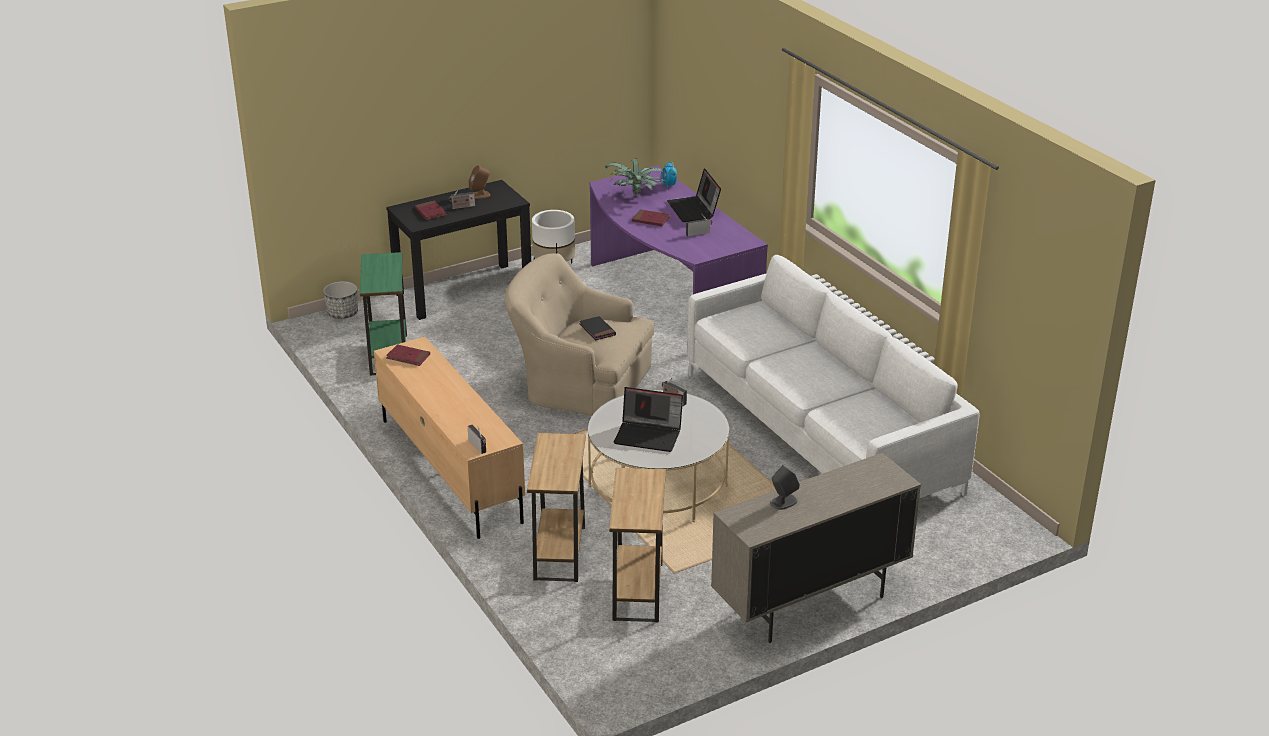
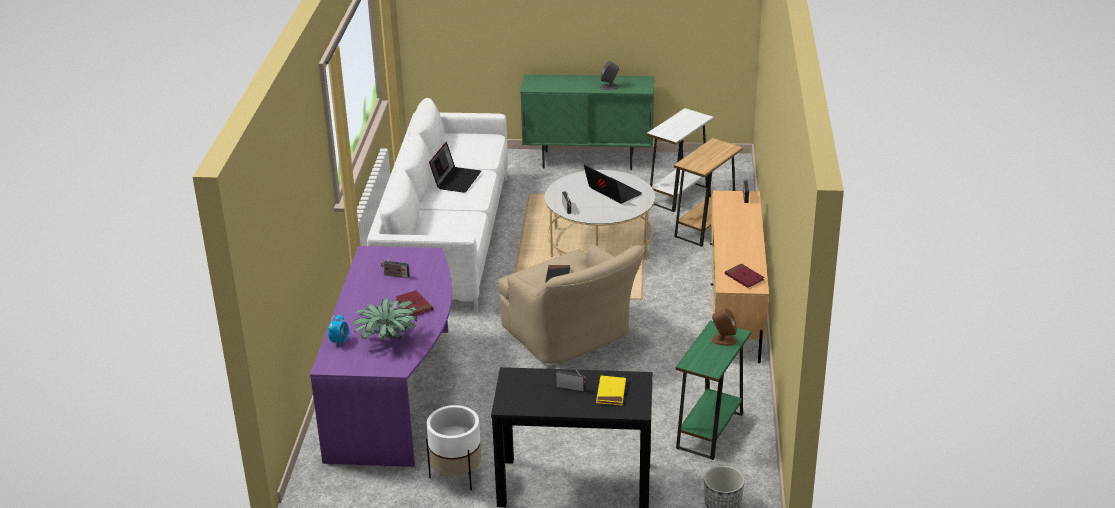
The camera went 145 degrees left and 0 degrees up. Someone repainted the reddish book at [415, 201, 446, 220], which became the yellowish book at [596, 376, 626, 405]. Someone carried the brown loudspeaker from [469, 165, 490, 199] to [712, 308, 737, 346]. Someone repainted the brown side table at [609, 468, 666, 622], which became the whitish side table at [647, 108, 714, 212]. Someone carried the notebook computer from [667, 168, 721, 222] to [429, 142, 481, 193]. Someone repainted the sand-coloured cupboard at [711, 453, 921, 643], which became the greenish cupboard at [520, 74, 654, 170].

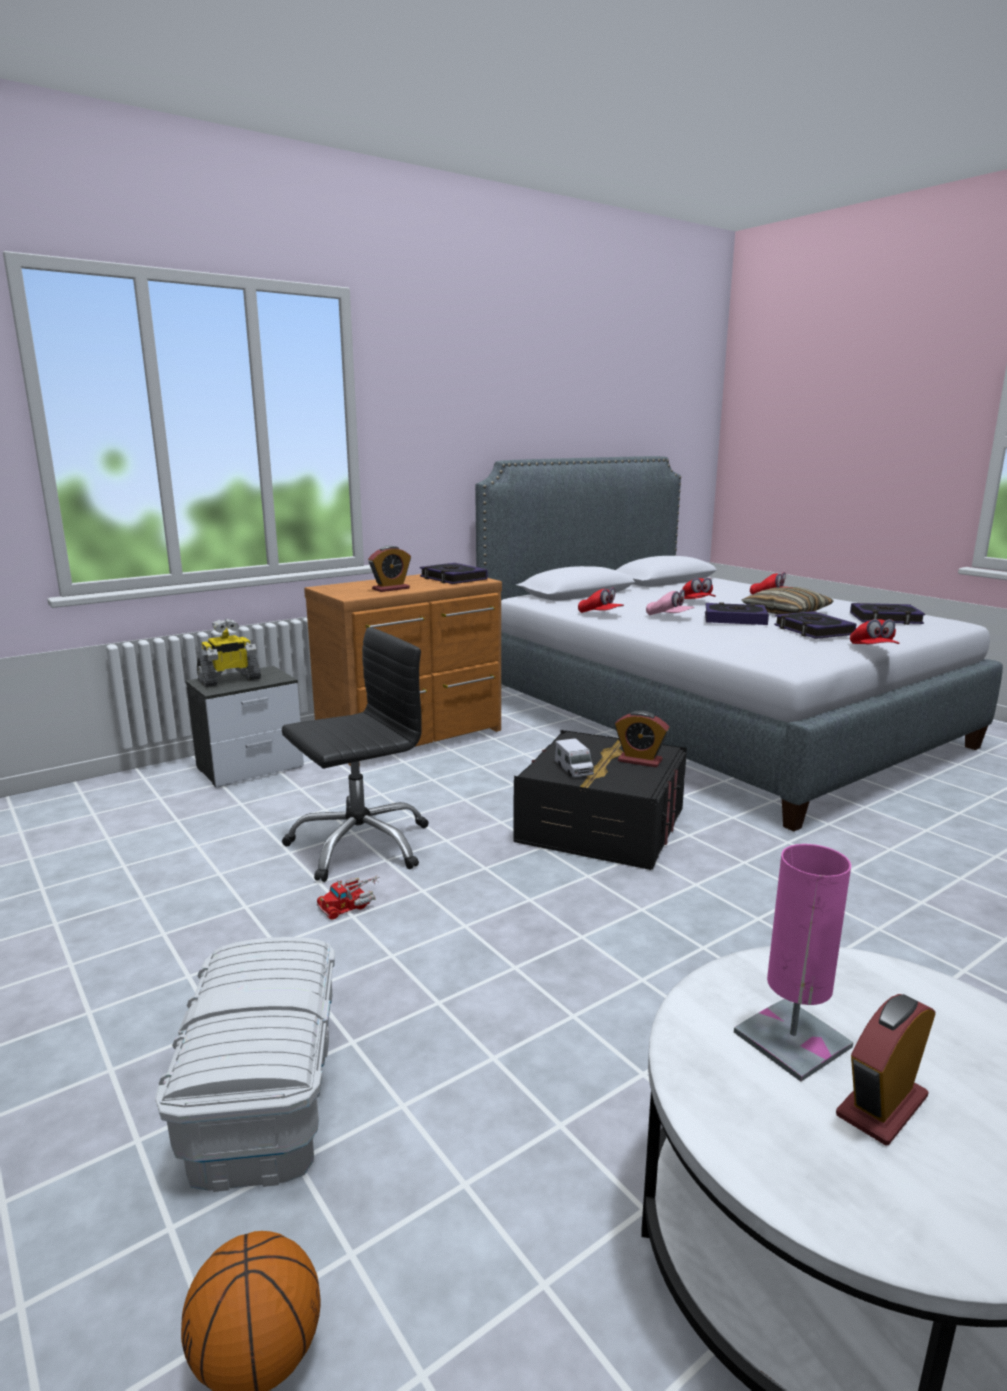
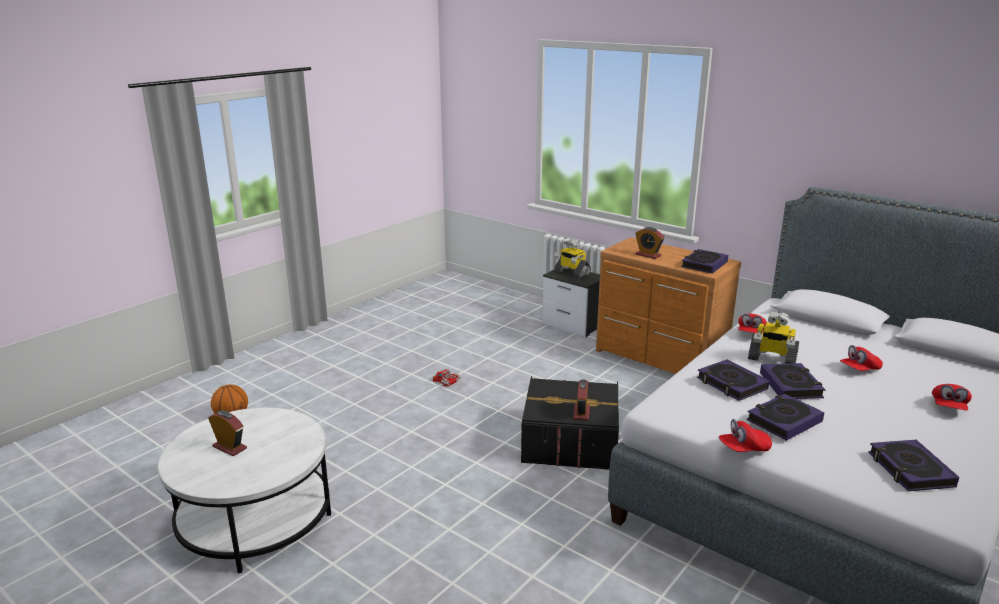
The camera went 75 degrees right and 5 degrees up. Someone took away the whitish storage bin at [155, 937, 335, 1192]. Someone took away the black-coloured computer chair at [282, 627, 428, 882]. Someone took away the model truck at [555, 738, 594, 778]. Someone swapped the pinkish cap at [646, 589, 695, 616] for the toy robot at [748, 311, 799, 364]. Someone took away the pinkish table lamp at [734, 844, 853, 1082]. Someone took away the throw pillow at [741, 587, 834, 614]. Someone put down the book at [697, 359, 770, 401].

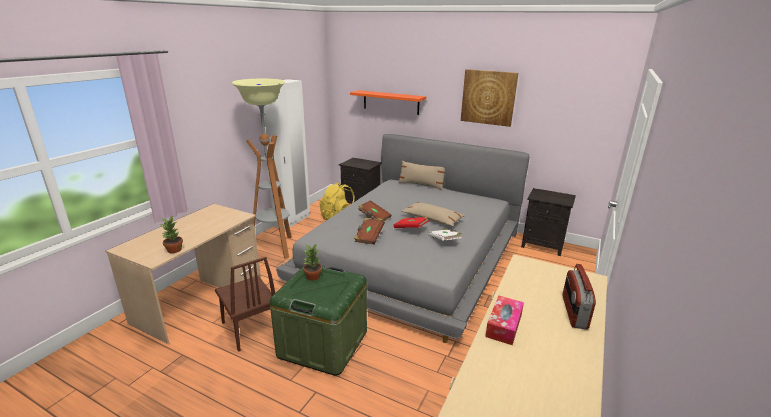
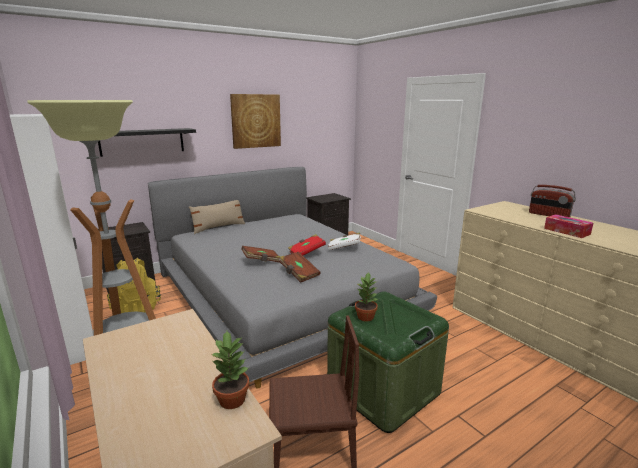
The camera went 60 degrees left and 5 degrees down. Someone repainted the orangey bracket shelf at [350, 90, 426, 115], which became the black-coloured bracket shelf at [98, 128, 196, 157]. Someone took away the sand-coloured throw pillow at [401, 202, 465, 226].

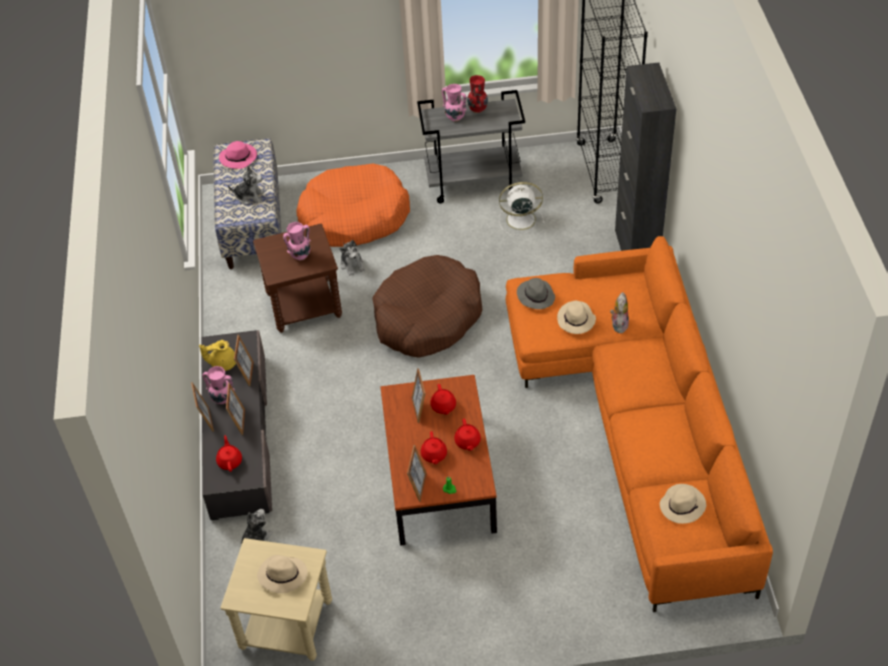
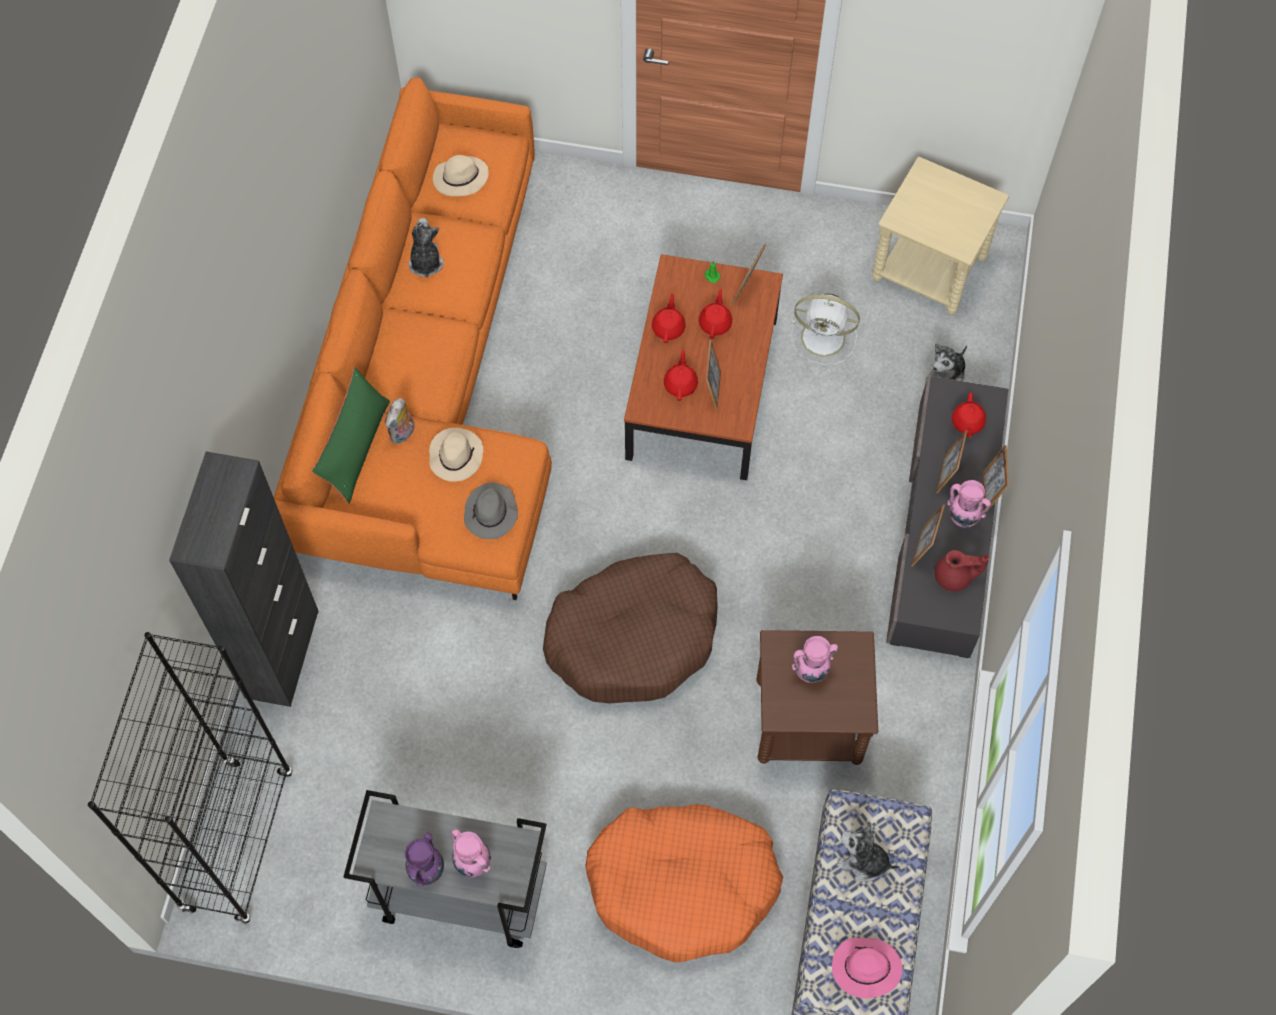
The camera went 165 degrees left and 15 degrees up. Someone repainted the yellowish tea pot at [199, 340, 236, 371], which became the reddish tea pot at [935, 550, 989, 592]. Someone took away the sand-coloured hat at [257, 555, 308, 593]. Someone carried the plush toy from [339, 240, 365, 276] to [408, 218, 444, 278]. Someone repainted the reddish decorative vase at [467, 75, 488, 113], which became the purplish decorative vase at [405, 832, 444, 887]. Someone carried the whitish fan from [499, 182, 545, 235] to [791, 293, 860, 365]. Someone put down the greenish throw pillow at [312, 367, 390, 504].

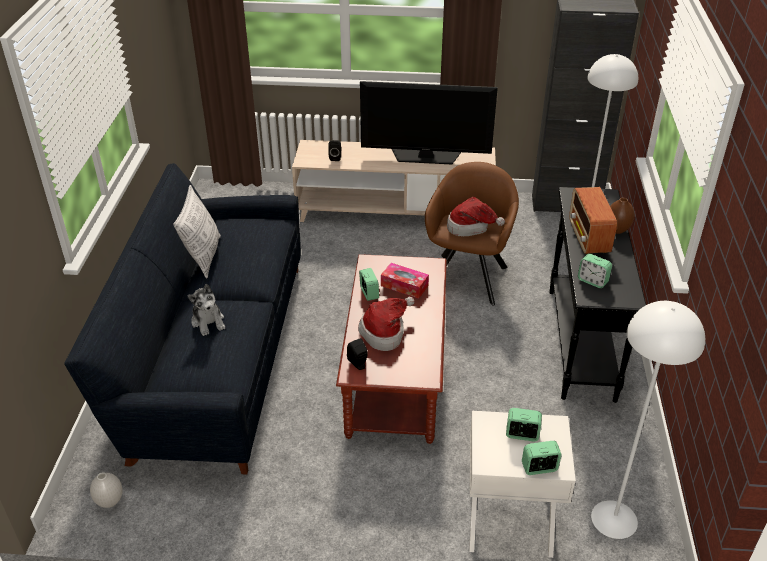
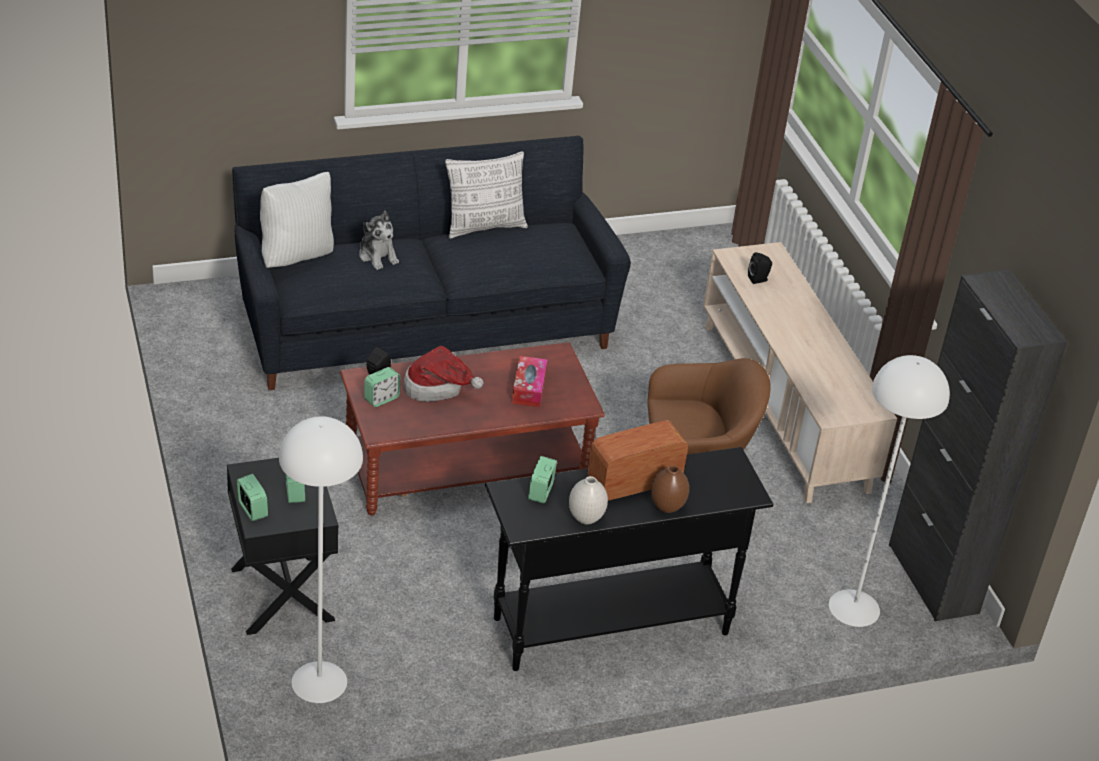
The camera went 65 degrees right and 0 degrees up. Someone carried the whitish decorative vase from [90, 472, 122, 508] to [569, 476, 608, 524]. Someone rotated the plush toy at [188, 284, 225, 336] by 75 degrees counterclockwise. Someone carried the alarm clock from [359, 268, 379, 301] to [364, 367, 400, 407]. Someone took away the television at [360, 81, 498, 164]. Someone took away the hat at [447, 197, 505, 236]. Someone repainted the whitish bedside table at [470, 411, 576, 558], which became the black-coloured bedside table at [227, 458, 338, 635]. Someone put down the whitish throw pillow at [260, 172, 334, 268].

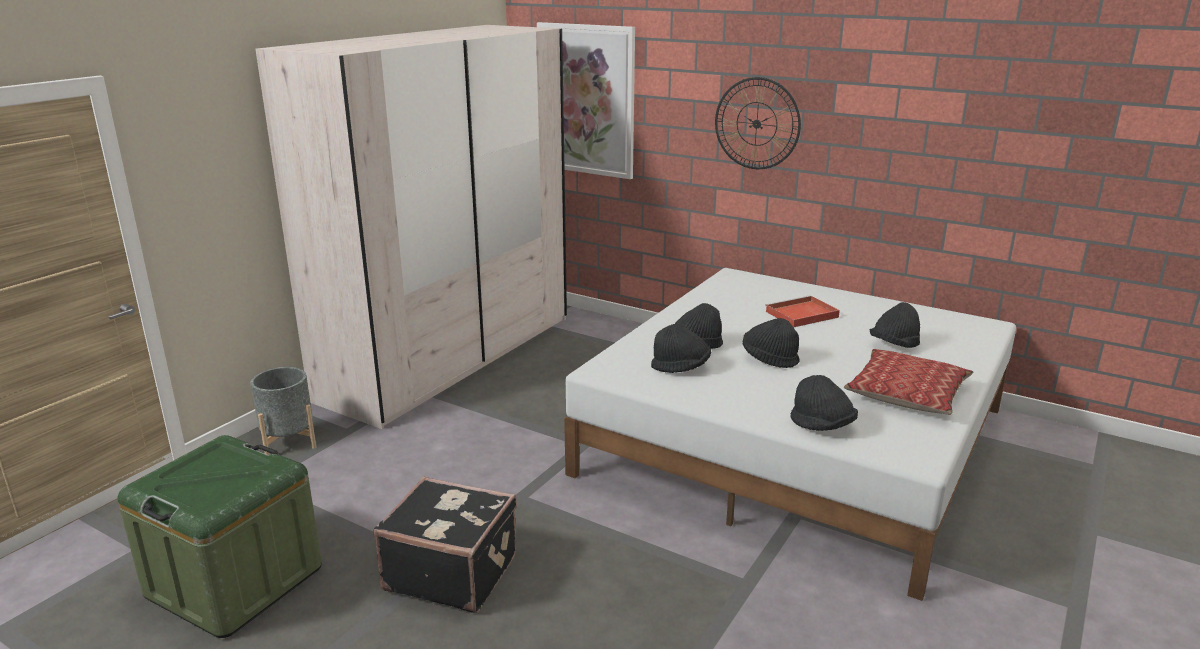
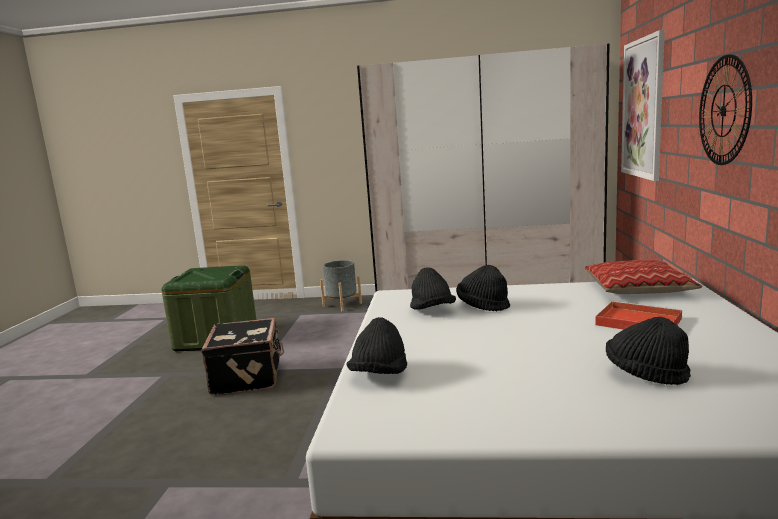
The camera went 65 degrees right and 10 degrees down. Someone took away the black-coloured hat at [743, 318, 800, 368]. Someone carried the throw pillow from [844, 349, 973, 415] to [584, 260, 703, 294].

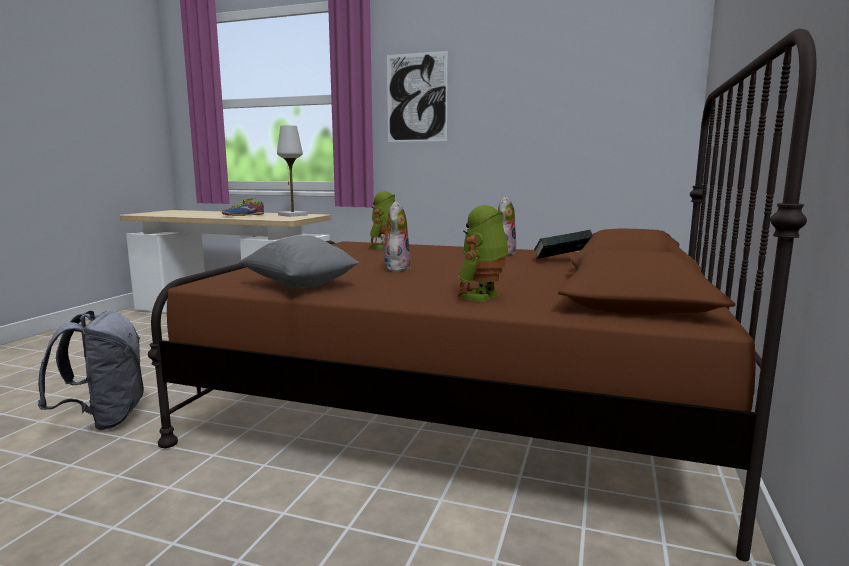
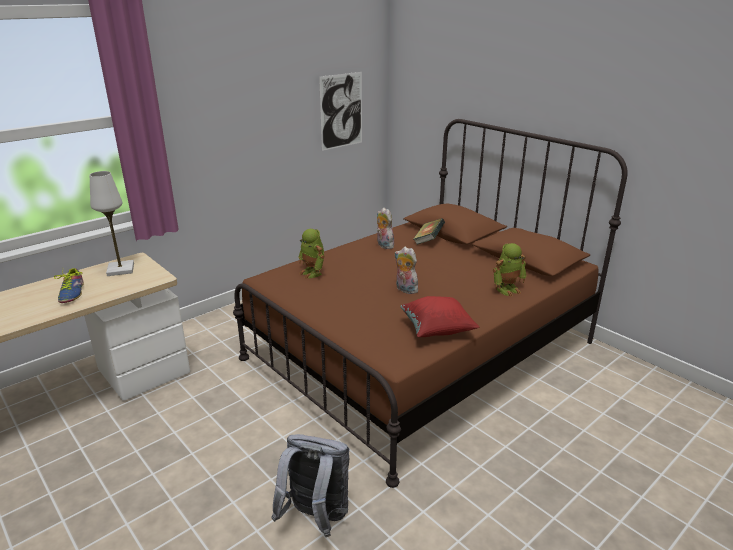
The camera went 60 degrees left and 15 degrees up. Someone repainted the greyish throw pillow at [239, 235, 359, 288], which became the reddish throw pillow at [400, 296, 479, 337]. Someone carried the wall art from [387, 51, 448, 142] to [319, 72, 362, 151]. Someone rotated the toy robot at [456, 205, 509, 302] by 90 degrees counterclockwise.

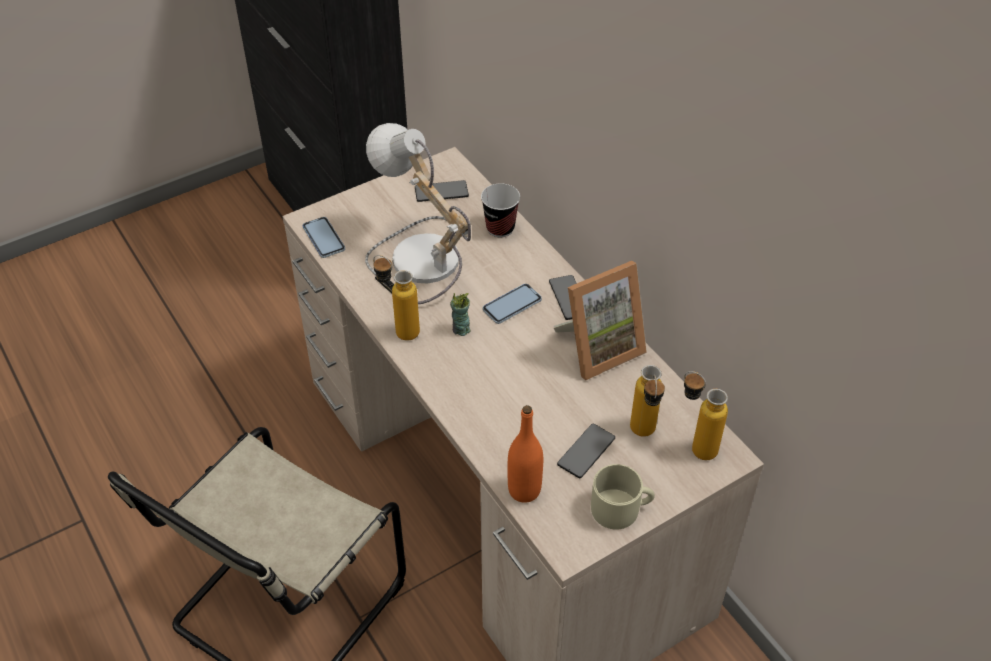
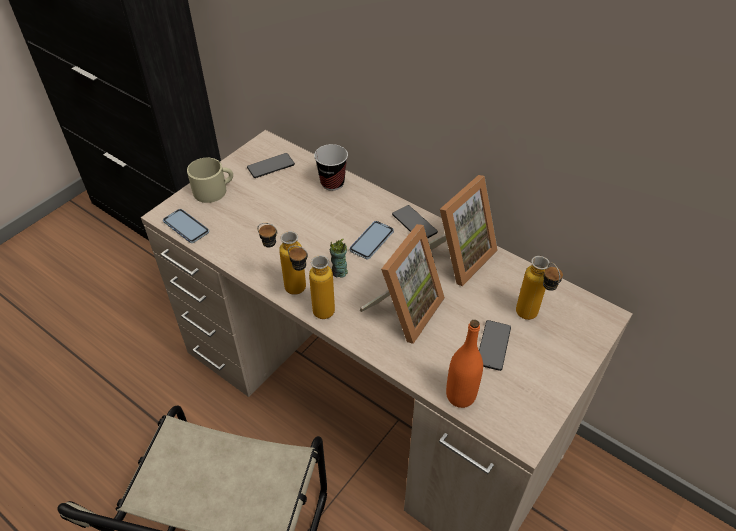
The camera went 20 degrees left and 0 degrees up. Someone took away the table lamp at [365, 123, 471, 304]. Someone carried the sand-coloured coffee mug from [591, 464, 655, 530] to [187, 158, 233, 203]. Someone carried the beverage bottle from [684, 371, 728, 460] to [288, 245, 335, 319]. Someone put down the picture frame at [360, 224, 445, 344].

